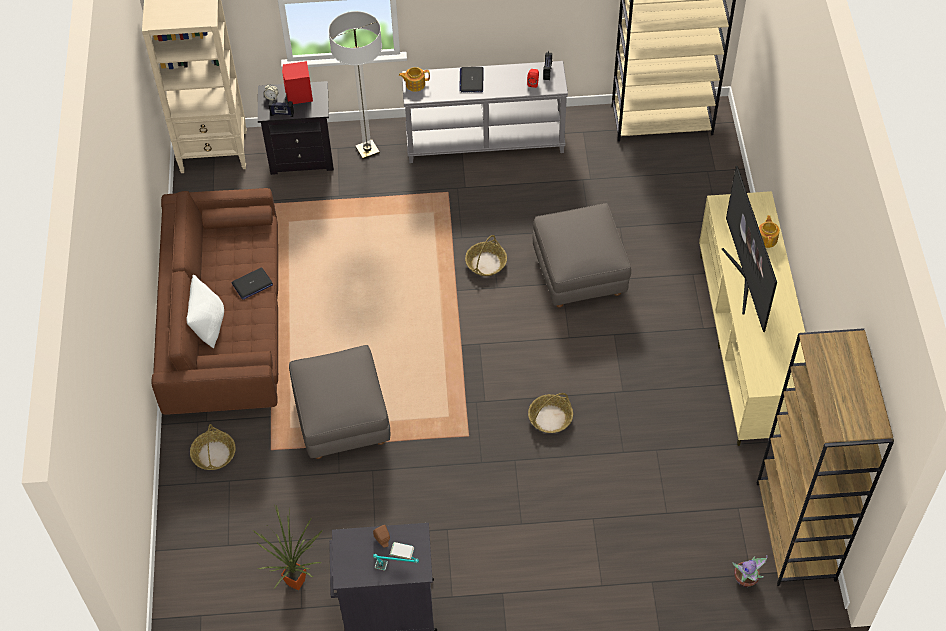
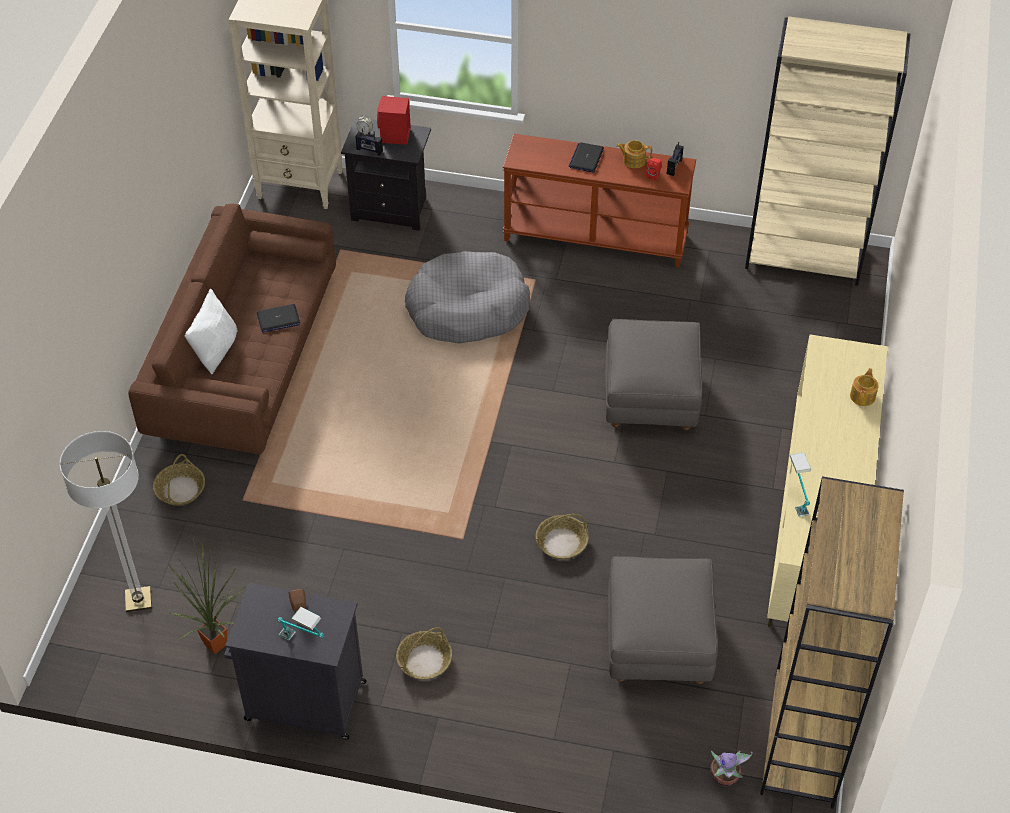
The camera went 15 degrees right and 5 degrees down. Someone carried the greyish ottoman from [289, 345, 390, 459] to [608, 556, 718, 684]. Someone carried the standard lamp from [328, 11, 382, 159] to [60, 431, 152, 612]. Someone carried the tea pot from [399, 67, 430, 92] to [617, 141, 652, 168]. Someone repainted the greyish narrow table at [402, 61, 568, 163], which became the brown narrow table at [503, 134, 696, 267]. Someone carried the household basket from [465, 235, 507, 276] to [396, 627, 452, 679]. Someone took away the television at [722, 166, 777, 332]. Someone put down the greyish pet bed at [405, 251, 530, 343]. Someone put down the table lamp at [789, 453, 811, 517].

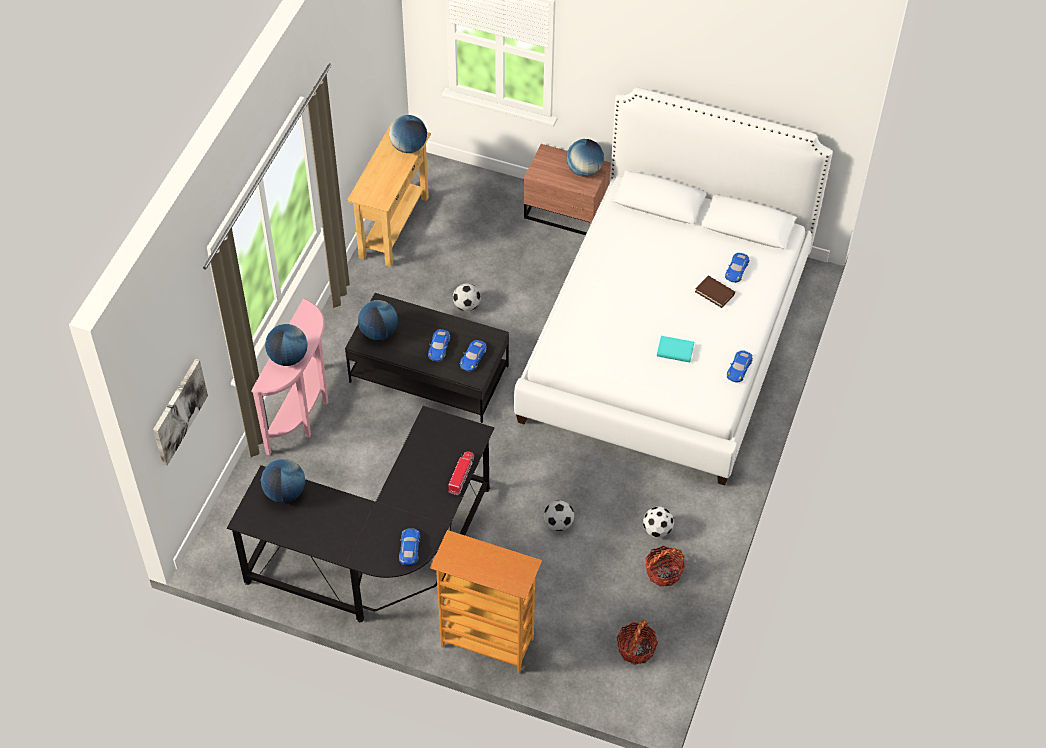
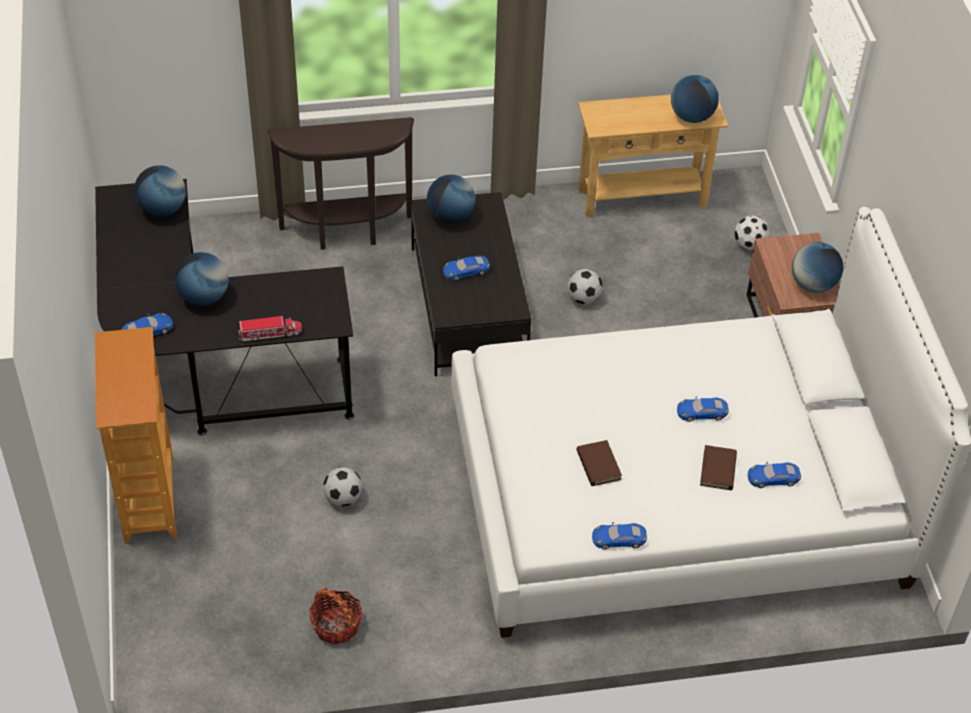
The camera went 60 degrees right and 5 degrees down. Someone took away the wall art at [153, 359, 208, 466]. Someone repainted the pinkish narrow table at [251, 298, 328, 455], which became the brown narrow table at [267, 117, 414, 250]. Someone carried the desk globe from [265, 324, 308, 366] to [175, 252, 229, 306]. Someone carried the bluish model car from [460, 340, 487, 371] to [677, 396, 729, 422]. Someone took away the household basket at [617, 620, 658, 665]. Someone carried the football ball from [643, 507, 674, 538] to [734, 215, 769, 250]. Someone repainted the blue-green book at [657, 336, 694, 362], which became the brown book at [576, 440, 622, 486].

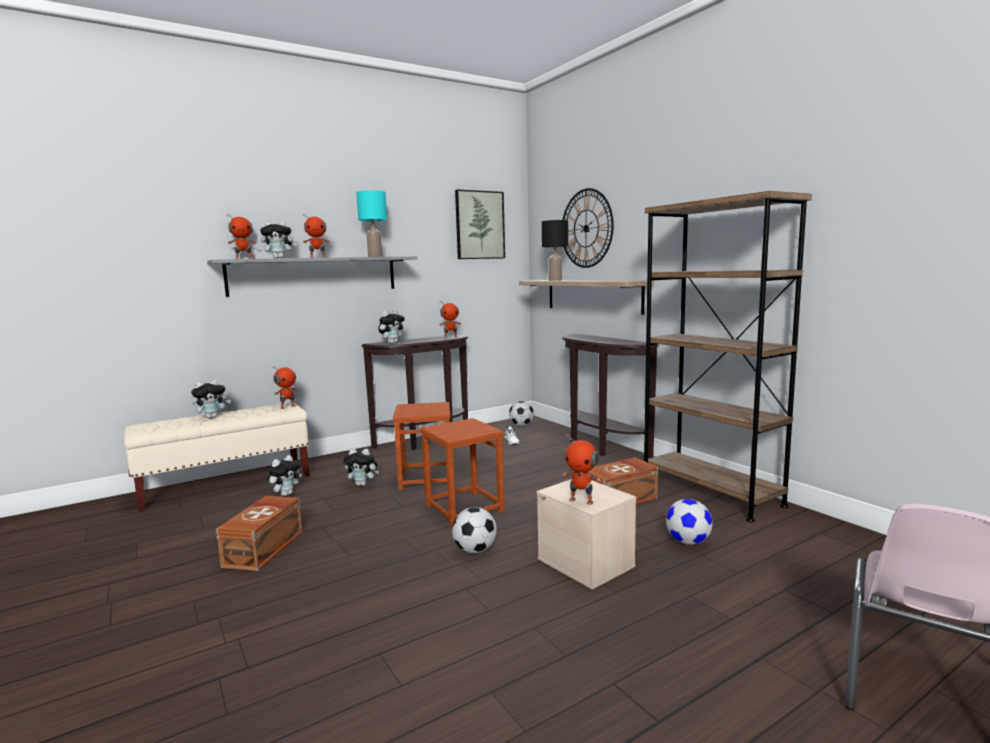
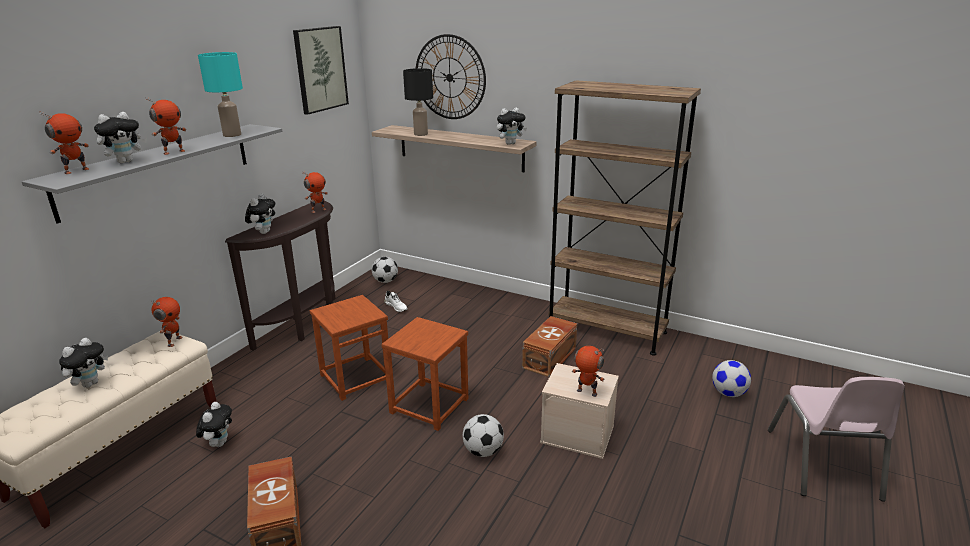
The camera went 30 degrees left and 15 degrees up. Someone carried the plush toy from [343, 448, 379, 486] to [497, 107, 527, 145]. Someone took away the brown narrow table at [562, 333, 659, 459]. Someone rotated the toy robot at [563, 434, 601, 505] by 150 degrees counterclockwise. Someone carried the football ball from [666, 499, 712, 545] to [712, 360, 751, 397].

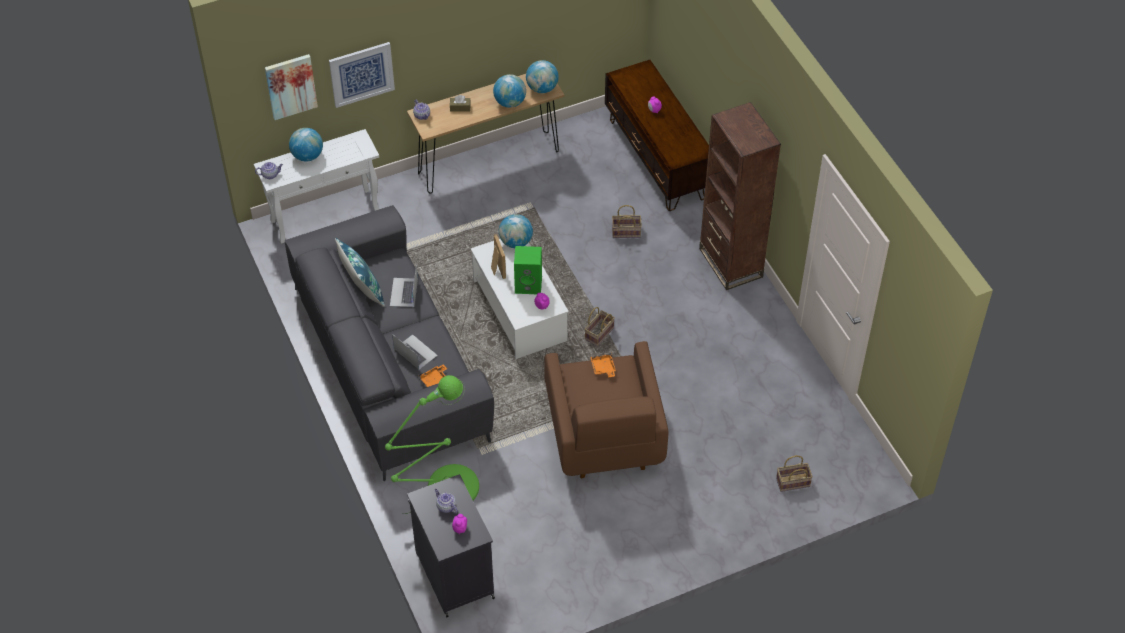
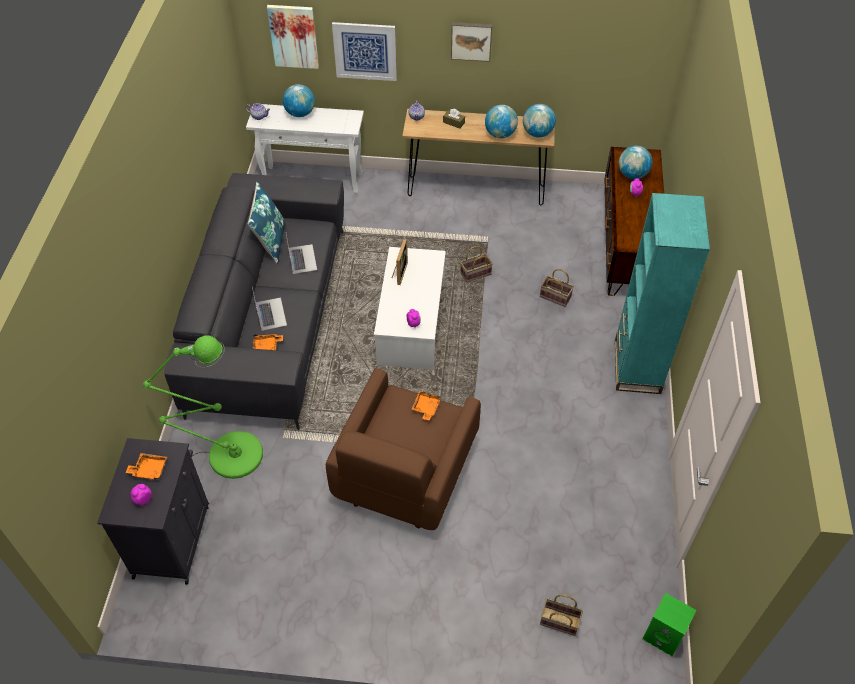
The camera went 30 degrees right and 0 degrees up. Someone rotated the notebook computer at [390, 264, 418, 307] by 135 degrees clockwise. Someone swapped the tea pot at [434, 489, 458, 513] for the orangey serving tray at [126, 453, 167, 480]. Someone carried the desk globe from [499, 214, 533, 248] to [619, 146, 652, 179]. Someone carried the greenish loudspeaker from [514, 246, 542, 294] to [643, 593, 696, 656]. Someone carried the household basket from [585, 307, 615, 346] to [460, 246, 493, 283]. Someone repainted the brown shelving unit at [699, 102, 781, 290], which became the blue-green shelving unit at [615, 193, 710, 394]. Someone put up the wall art at [451, 22, 492, 62].

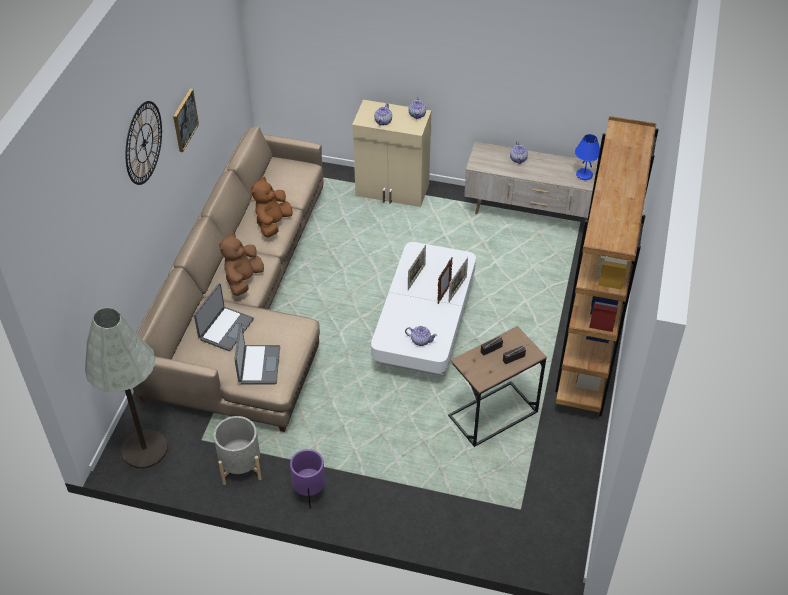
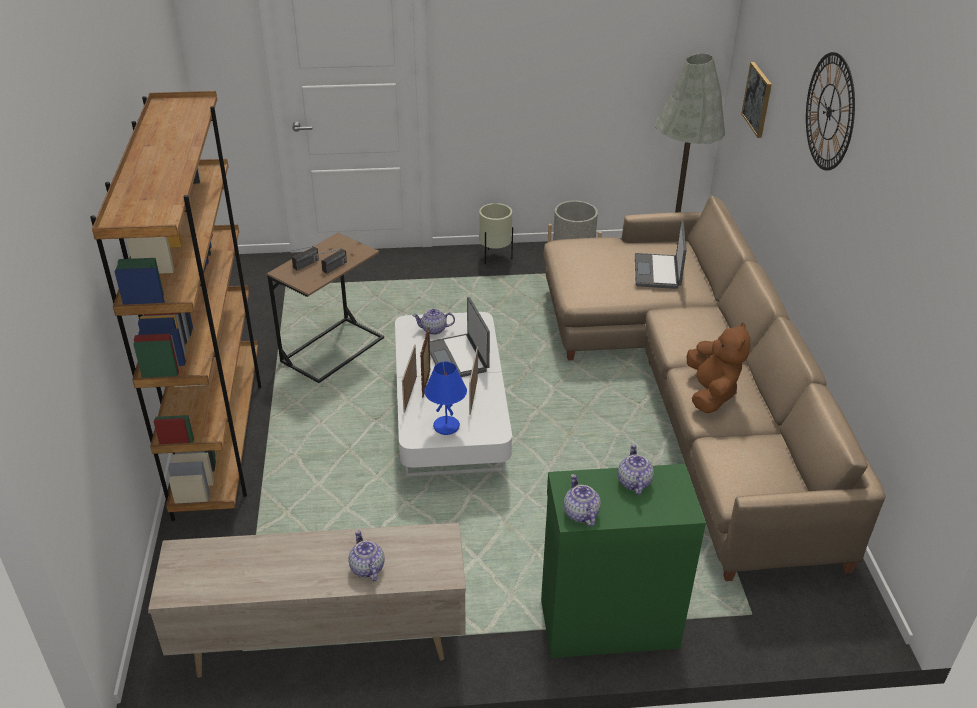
The camera went 160 degrees right and 10 degrees down. Someone carried the wall art from [173, 89, 199, 152] to [741, 62, 772, 138]. Someone took away the brown plush toy at [219, 232, 264, 296]. Someone carried the notebook computer from [234, 322, 280, 385] to [429, 297, 490, 377]. Someone repainted the purplish plant pot at [290, 449, 325, 509], which became the sand-coloured plant pot at [479, 203, 513, 264]. Someone repainted the sand-coloured cupboard at [352, 100, 431, 207], which became the greenish cupboard at [541, 464, 706, 658]. Someone carried the bluish table lamp from [575, 134, 600, 180] to [424, 362, 467, 435].

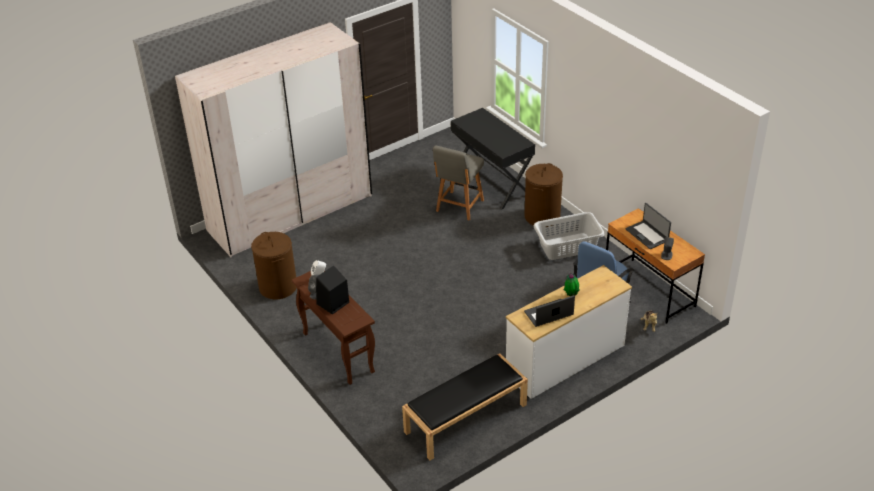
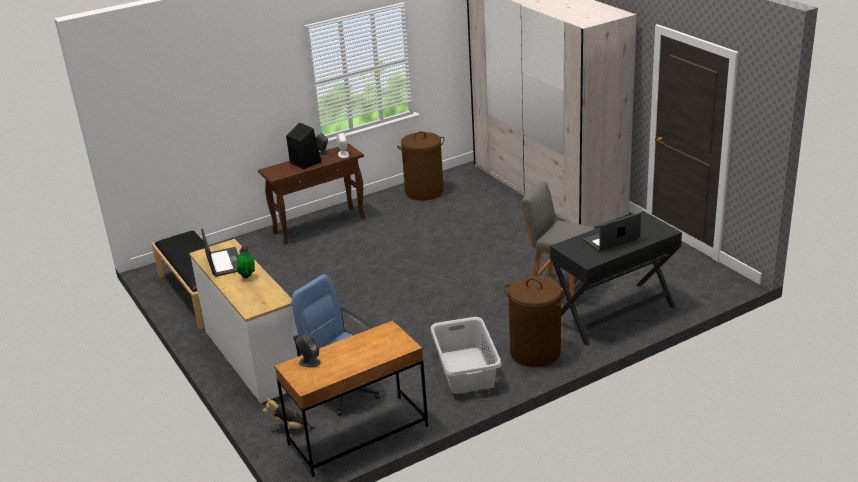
The camera went 95 degrees right and 10 degrees down. Someone carried the notebook computer from [625, 203, 671, 249] to [583, 212, 641, 252].

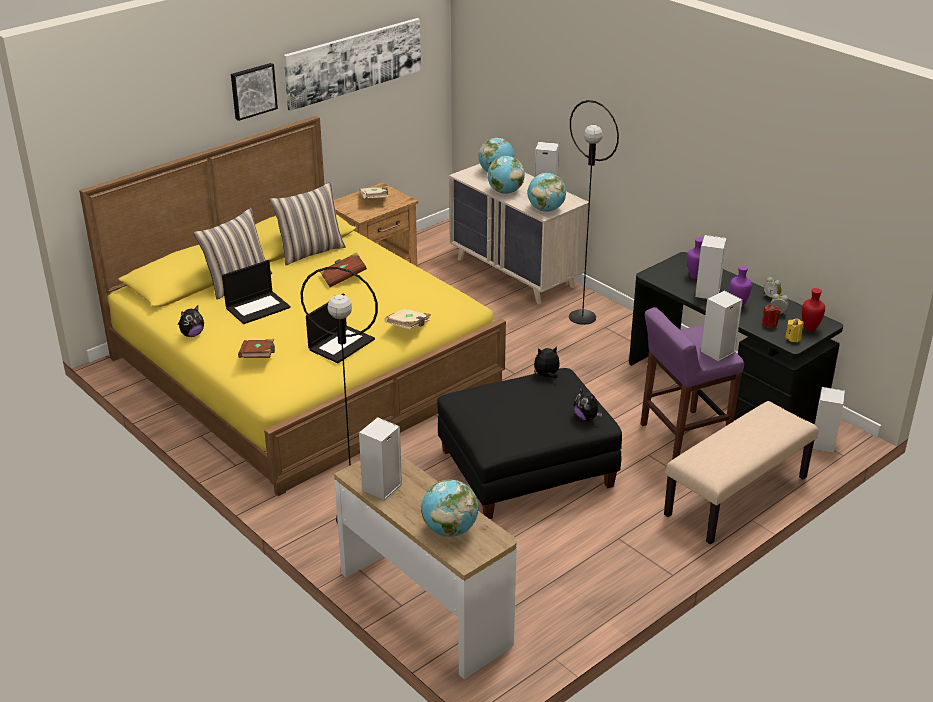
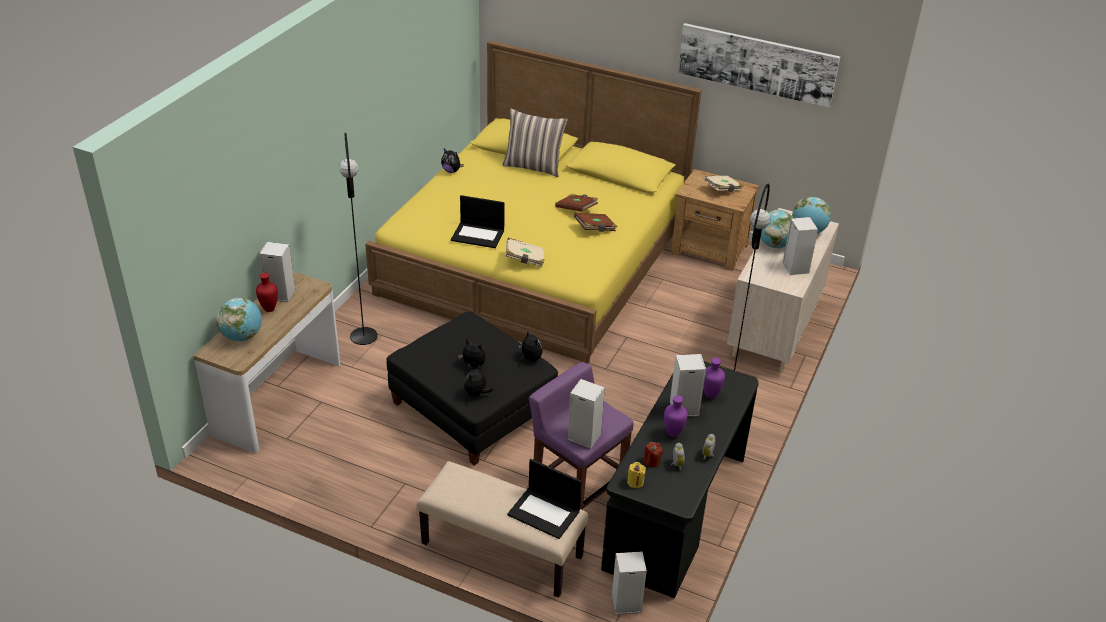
The camera went 65 degrees right and 5 degrees up. Someone carried the notebook computer from [222, 260, 291, 324] to [507, 459, 582, 539]. Someone took away the wall art at [231, 63, 278, 121]. Someone carried the brown book from [238, 339, 275, 358] to [574, 213, 618, 232]. Someone took away the throw pillow at [269, 182, 346, 265]. Someone took away the desk globe at [528, 173, 566, 212]. Someone carried the reddish decorative vase from [802, 288, 825, 332] to [256, 273, 278, 312]. Someone put down the plush toy at [458, 339, 486, 370].

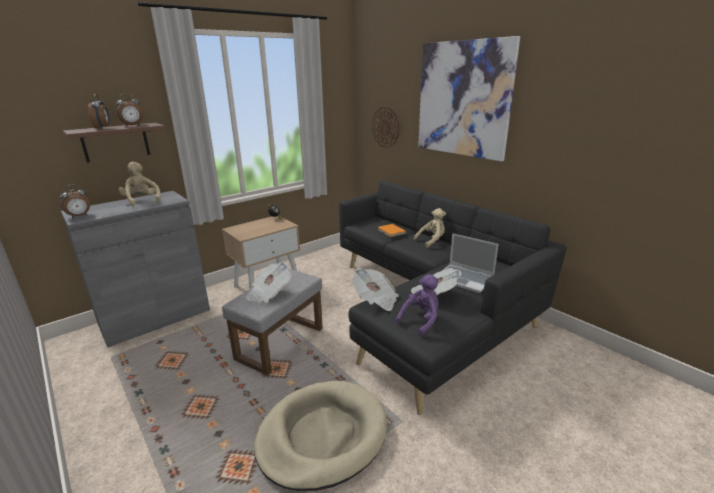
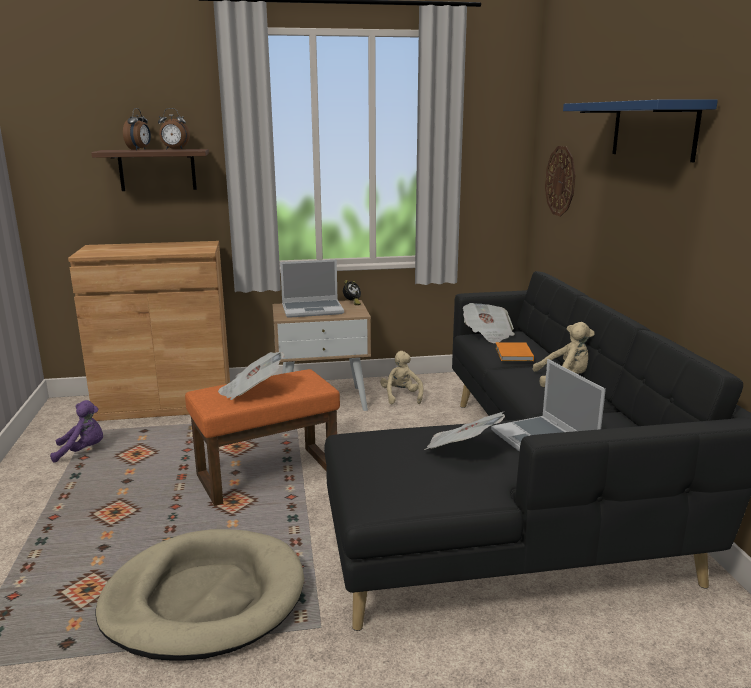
The camera went 30 degrees right and 5 degrees down. Someone took away the alarm clock at [60, 185, 90, 218]. Someone repainted the greyish cupboard at [61, 191, 210, 348], which became the brown cupboard at [68, 241, 230, 421]. Someone carried the sand-coloured plush toy from [119, 162, 161, 206] to [380, 351, 424, 404]. Someone repainted the greyish ottoman at [222, 269, 323, 376], which became the orangey ottoman at [185, 369, 340, 506]. Someone carried the newspaper from [352, 268, 399, 311] to [463, 303, 515, 343]. Someone carried the purplish plush toy from [396, 274, 439, 336] to [50, 400, 103, 463]. Someone swapped the wall art at [418, 36, 520, 161] for the bluish bracket shelf at [563, 100, 718, 162]. Someone put down the notebook computer at [280, 259, 344, 318].

